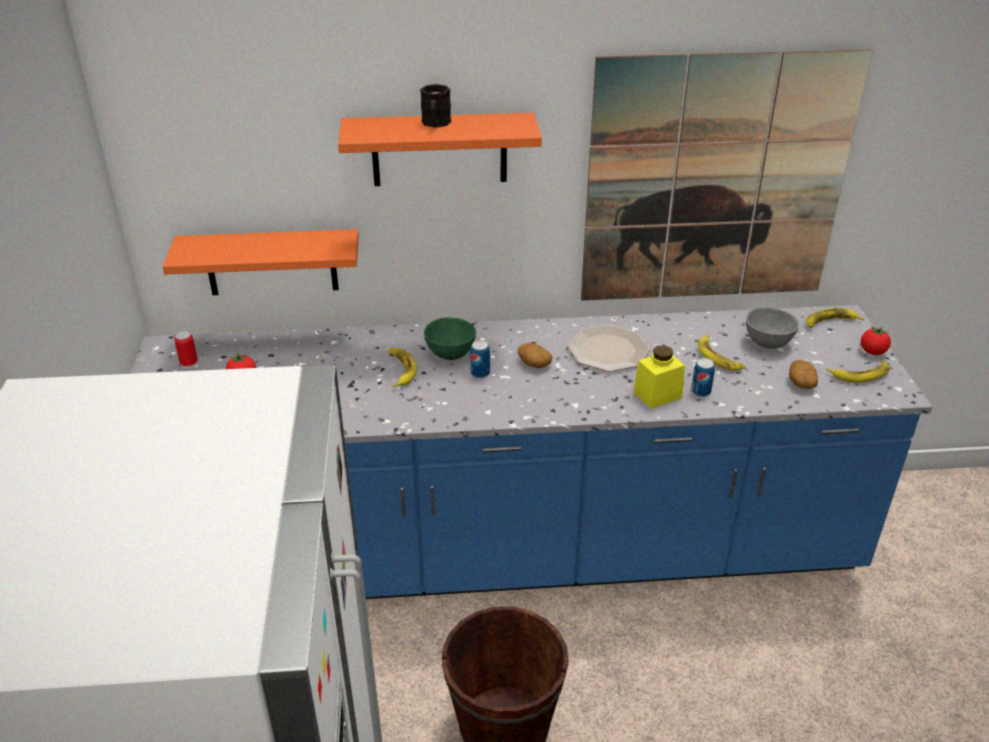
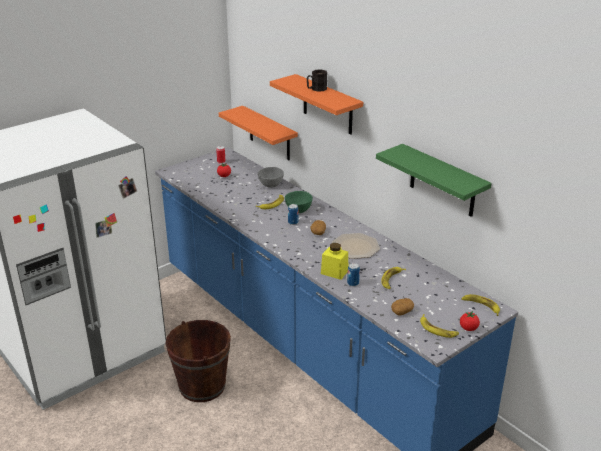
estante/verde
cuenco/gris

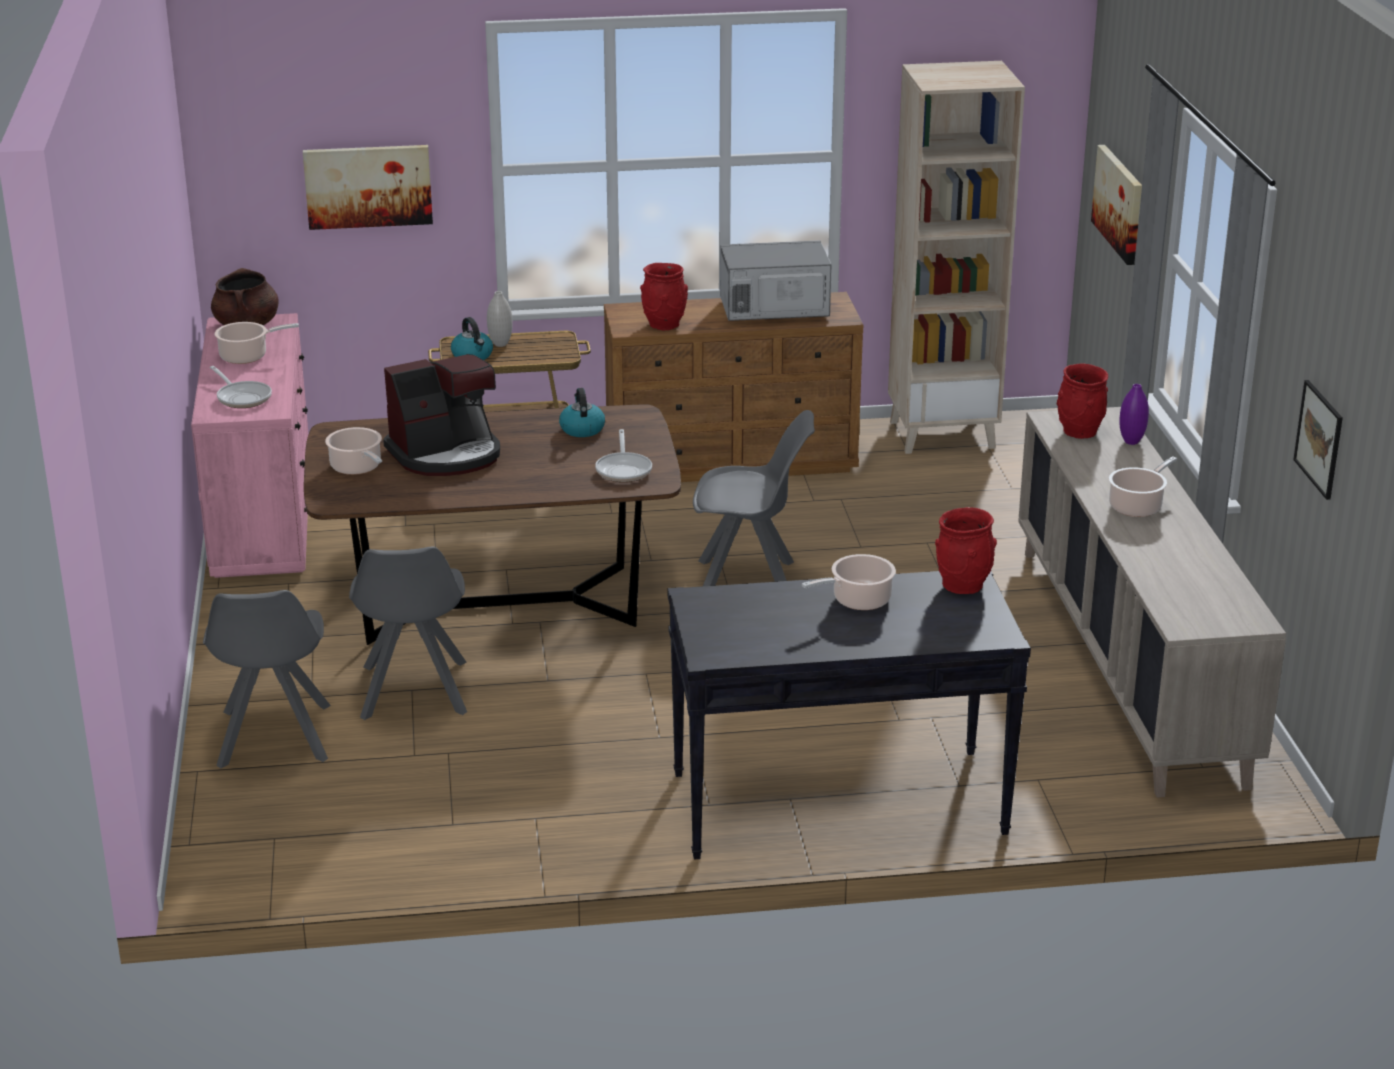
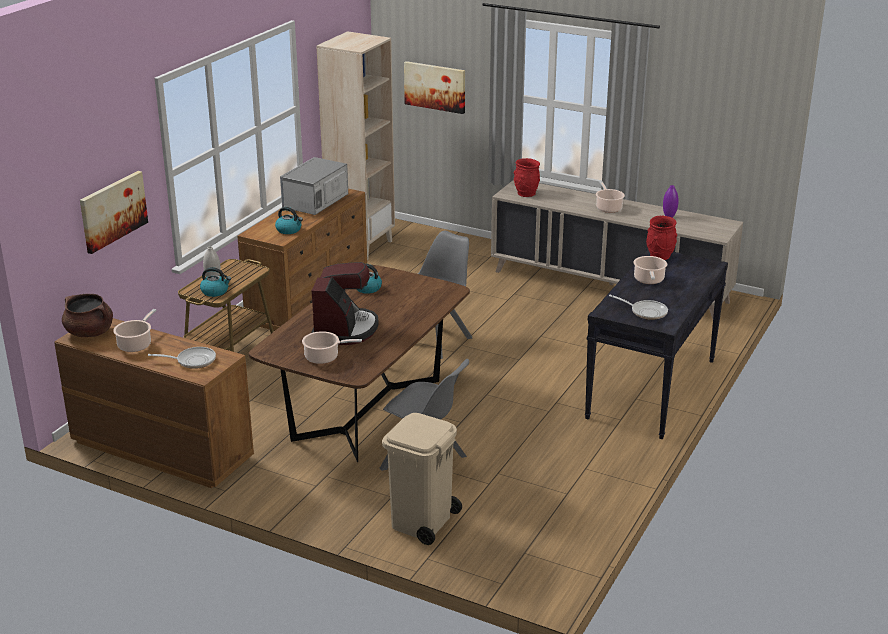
cómoda/marrón (1st from left)
papelera/beis
sartén (2nd from left)
hervidor (2nd from left)
florero/morado
cuadro (3rd from left in the first image)

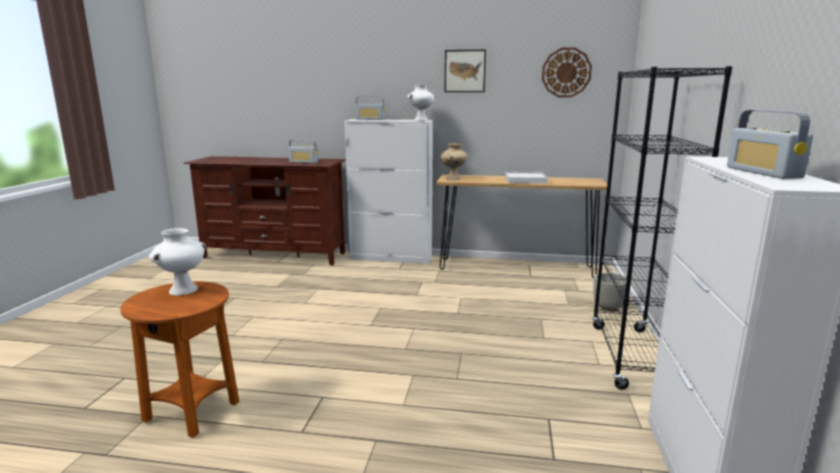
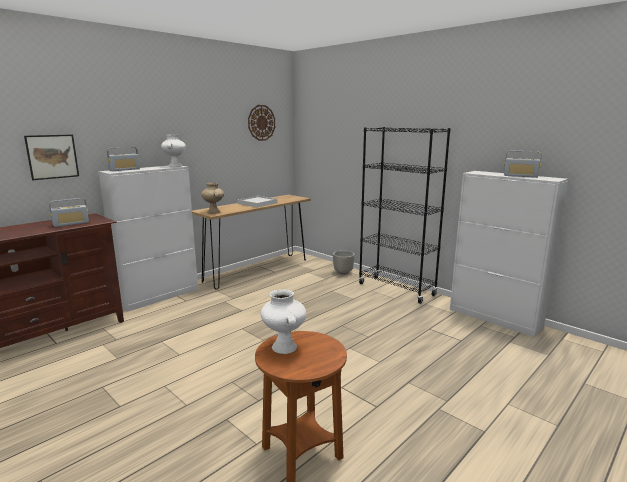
cuadro

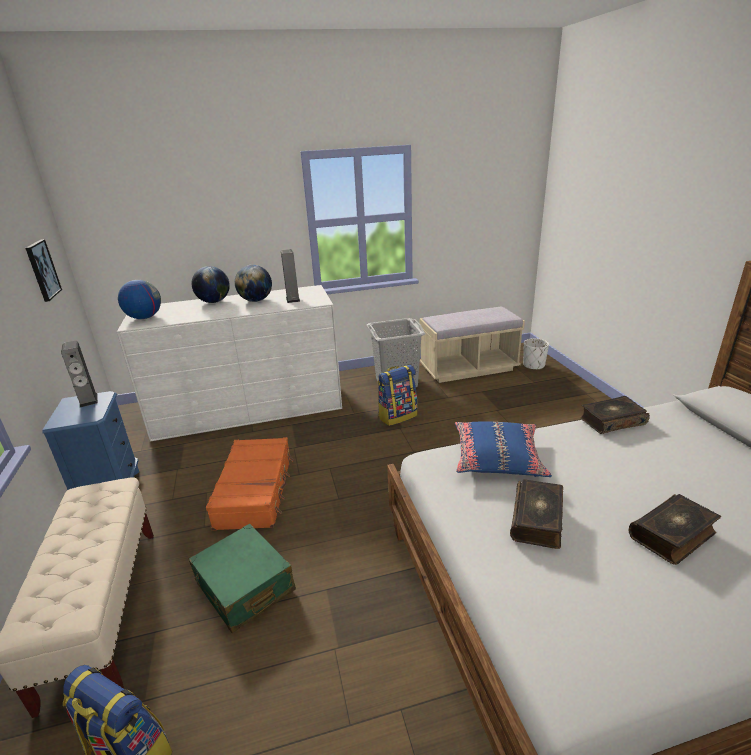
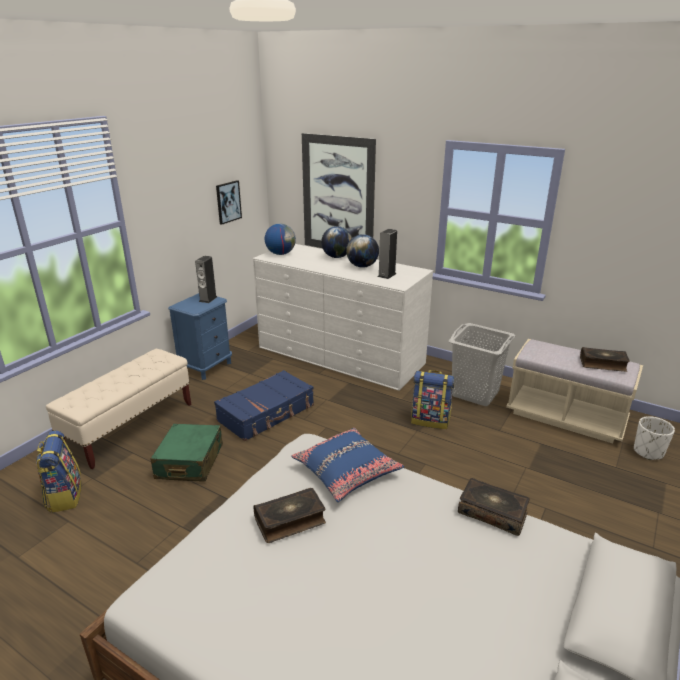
maleta/azul
libro (3rd from left)
cuadro (2nd from left)

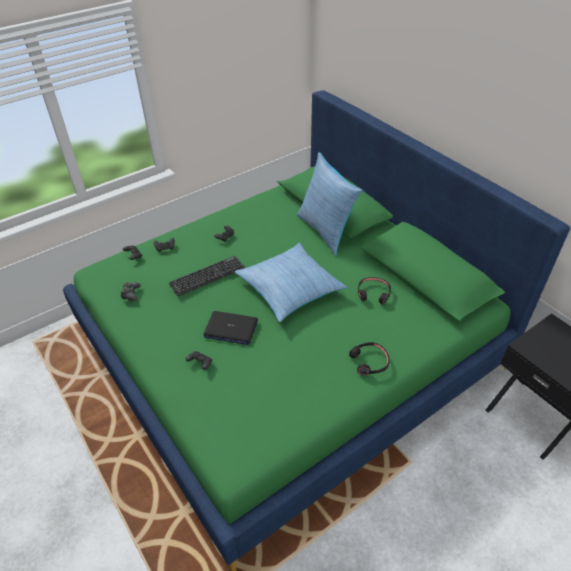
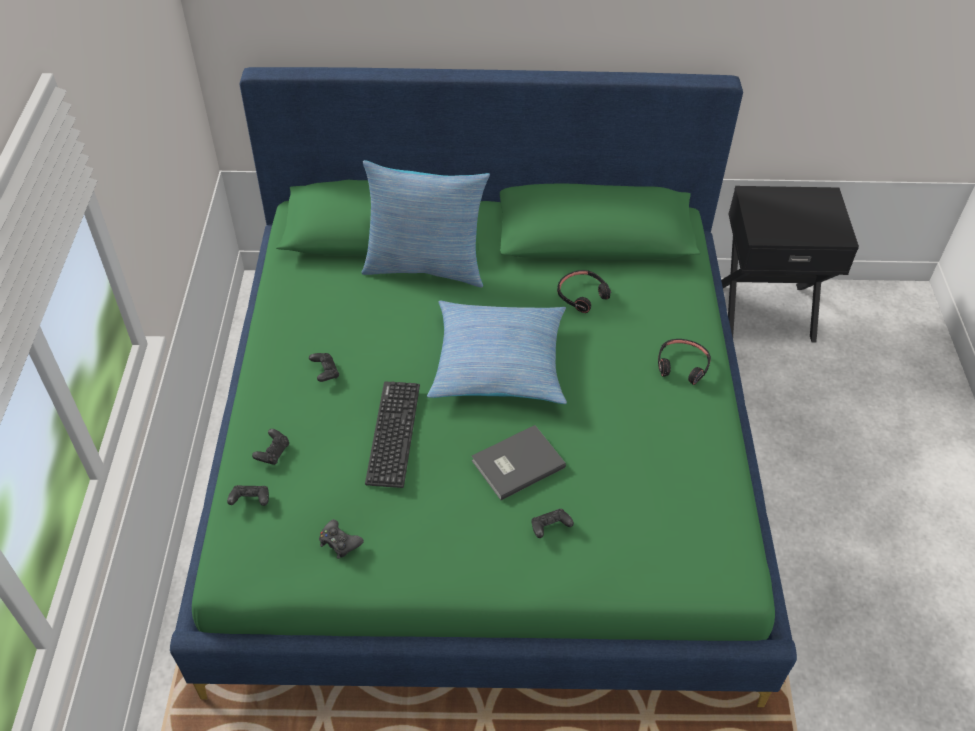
libro/gris

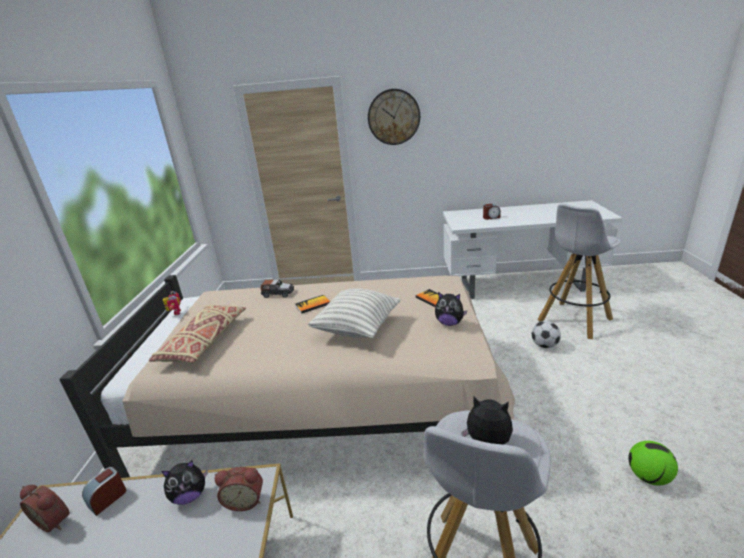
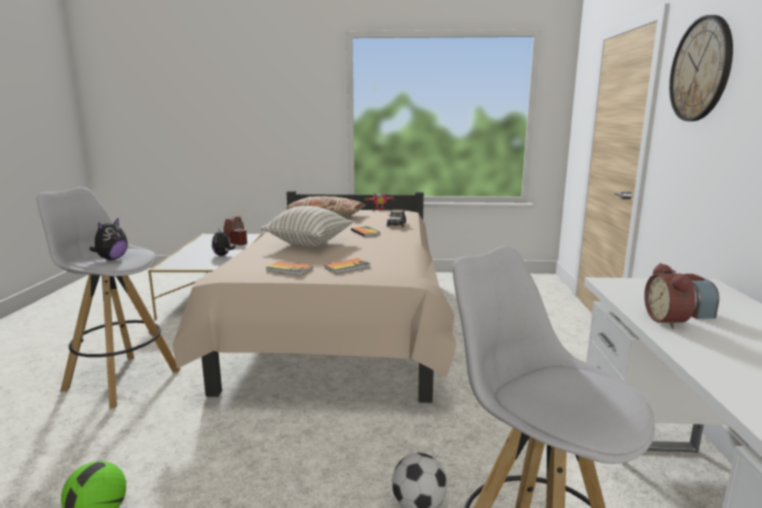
despertador (3rd from left)
libro (1st from left)

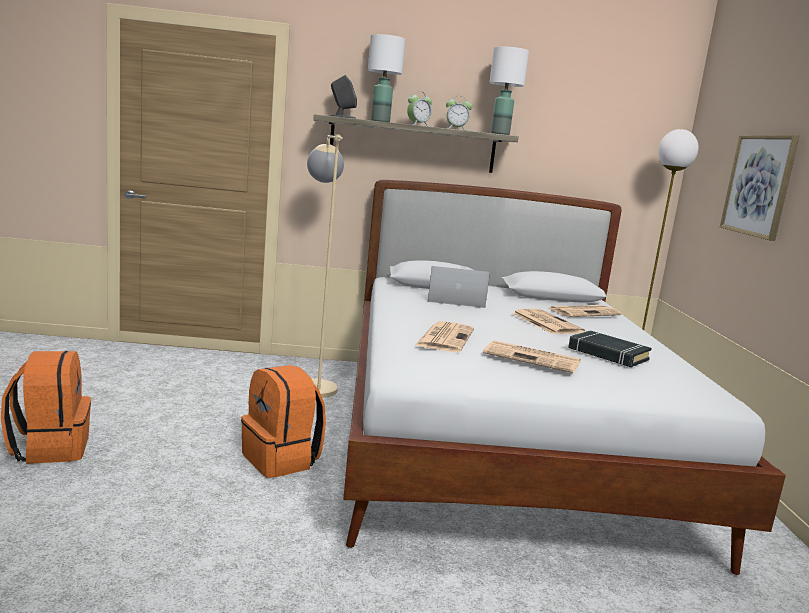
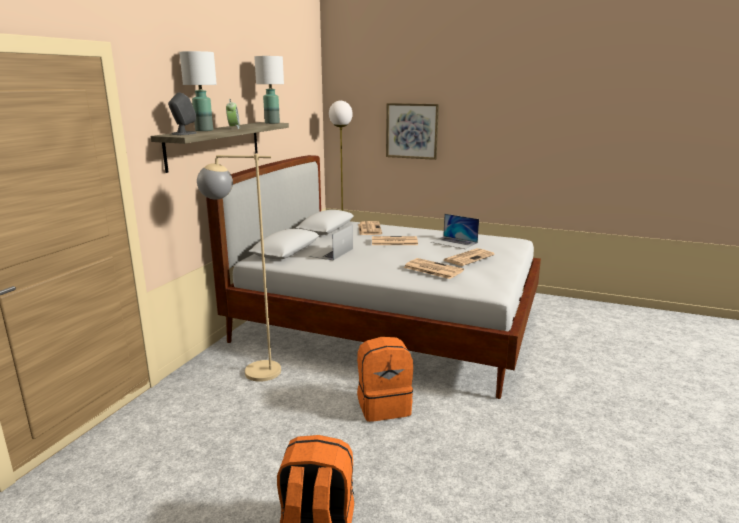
despertador (2nd from left in the first image)
portátil (2nd from left)

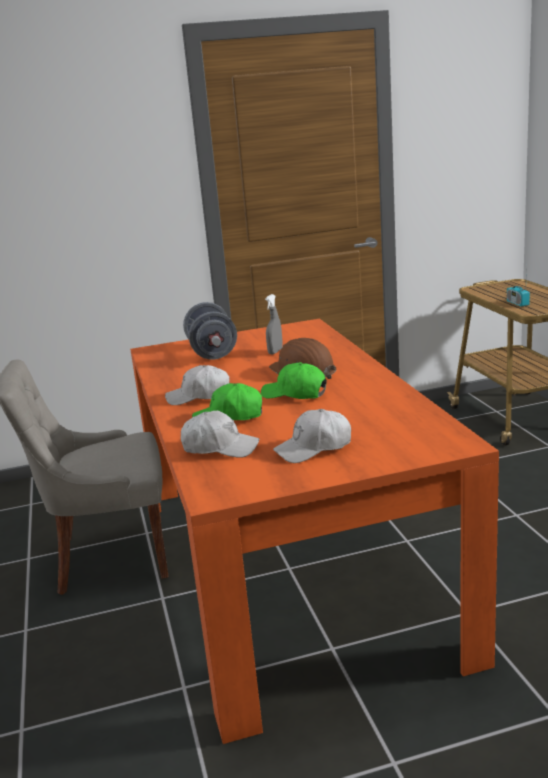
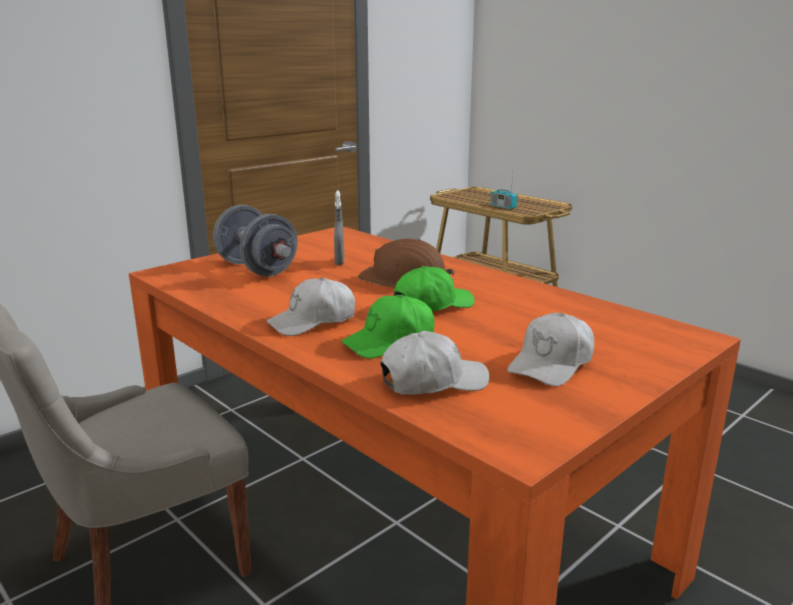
gorra/verde (2nd from left)

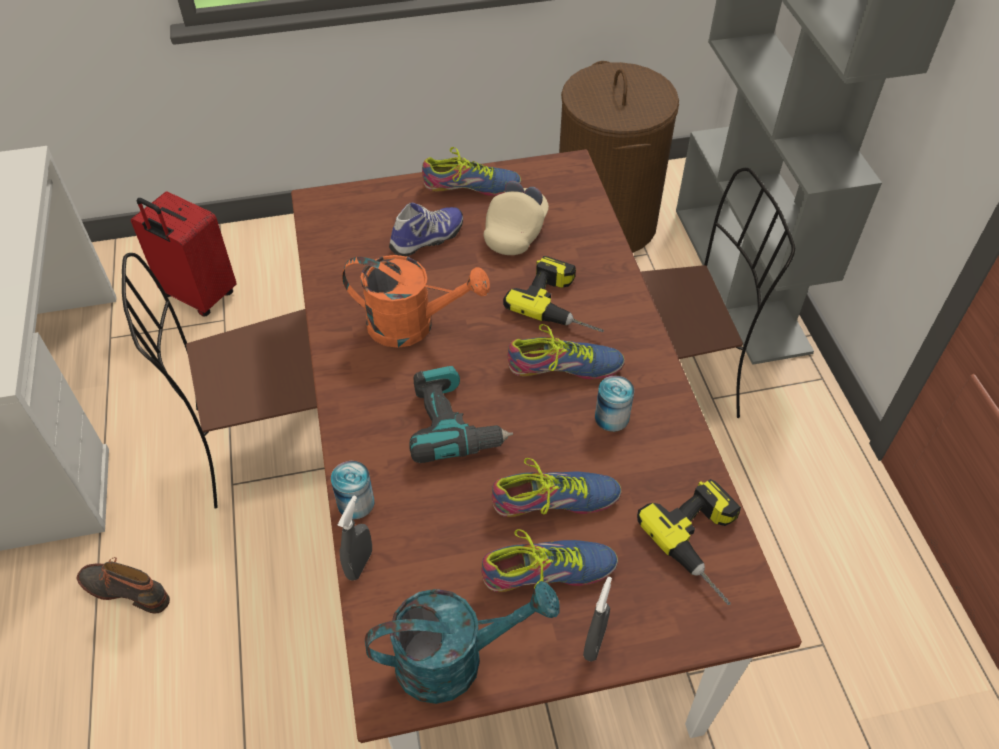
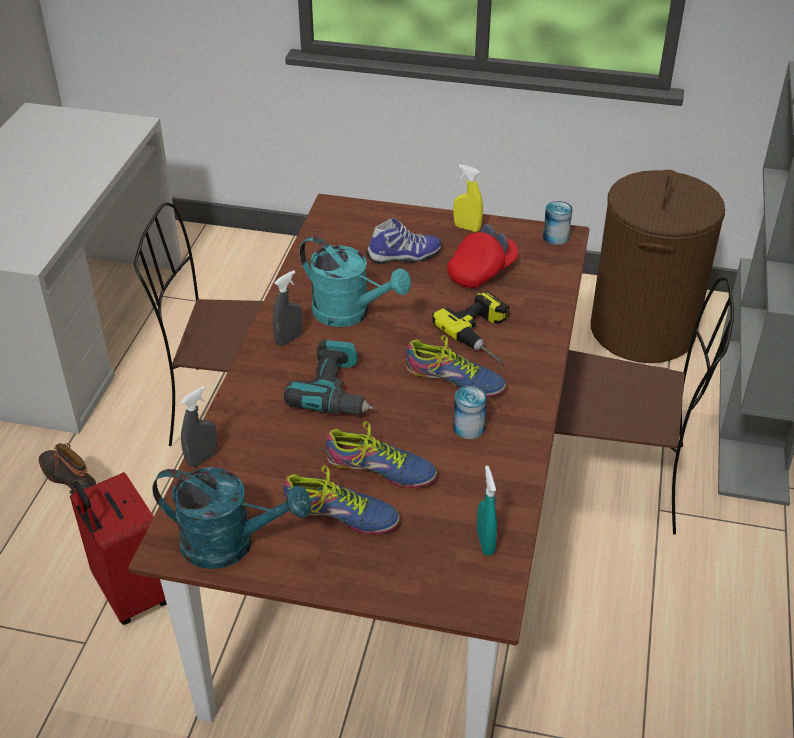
maleta/rojo
lata (2nd from left)
regadera/turquesa (2nd from left)
pulverizador/amarillo
gorra/rojo
pulverizador/gris (2nd from left)
pulverizador/turquesa

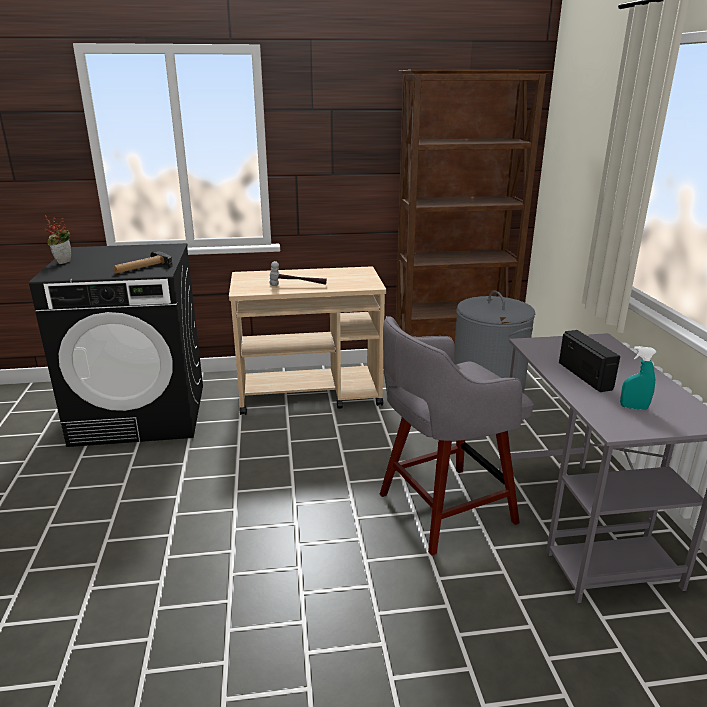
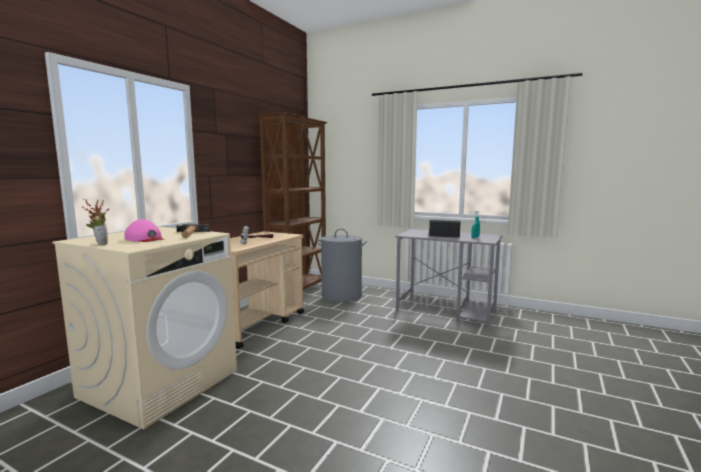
lavadora/beis
taburete/gris
gorra/rosa

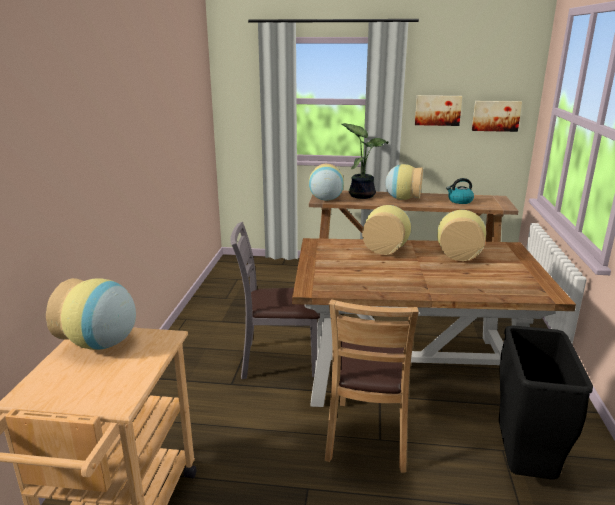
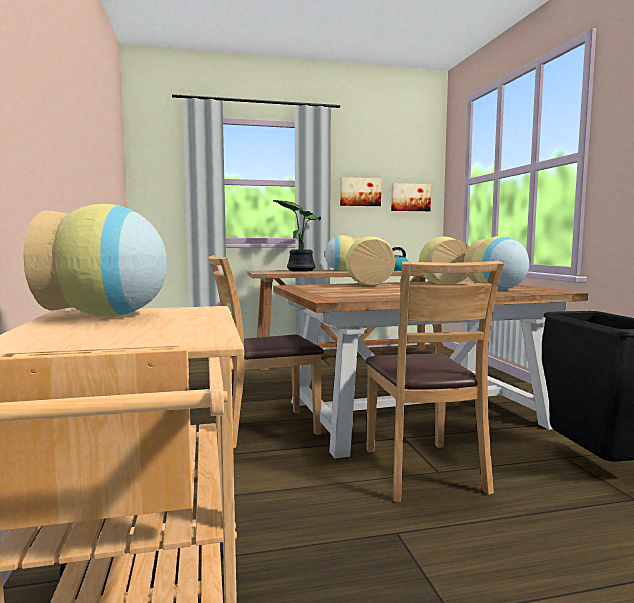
silla/marrón (1st from left)
florero (5th from left)

